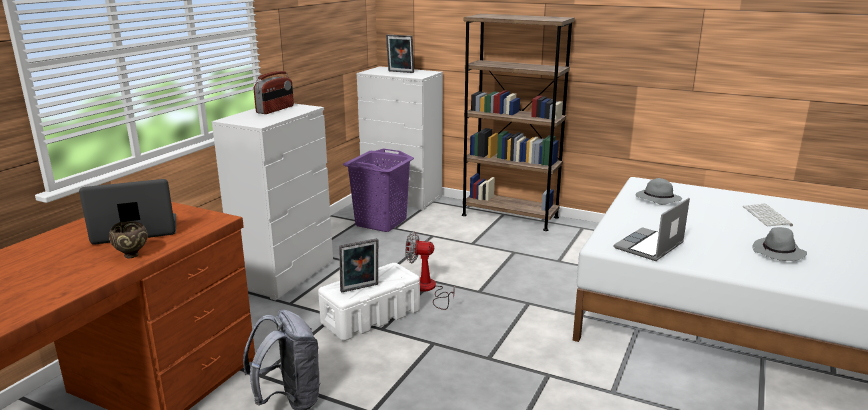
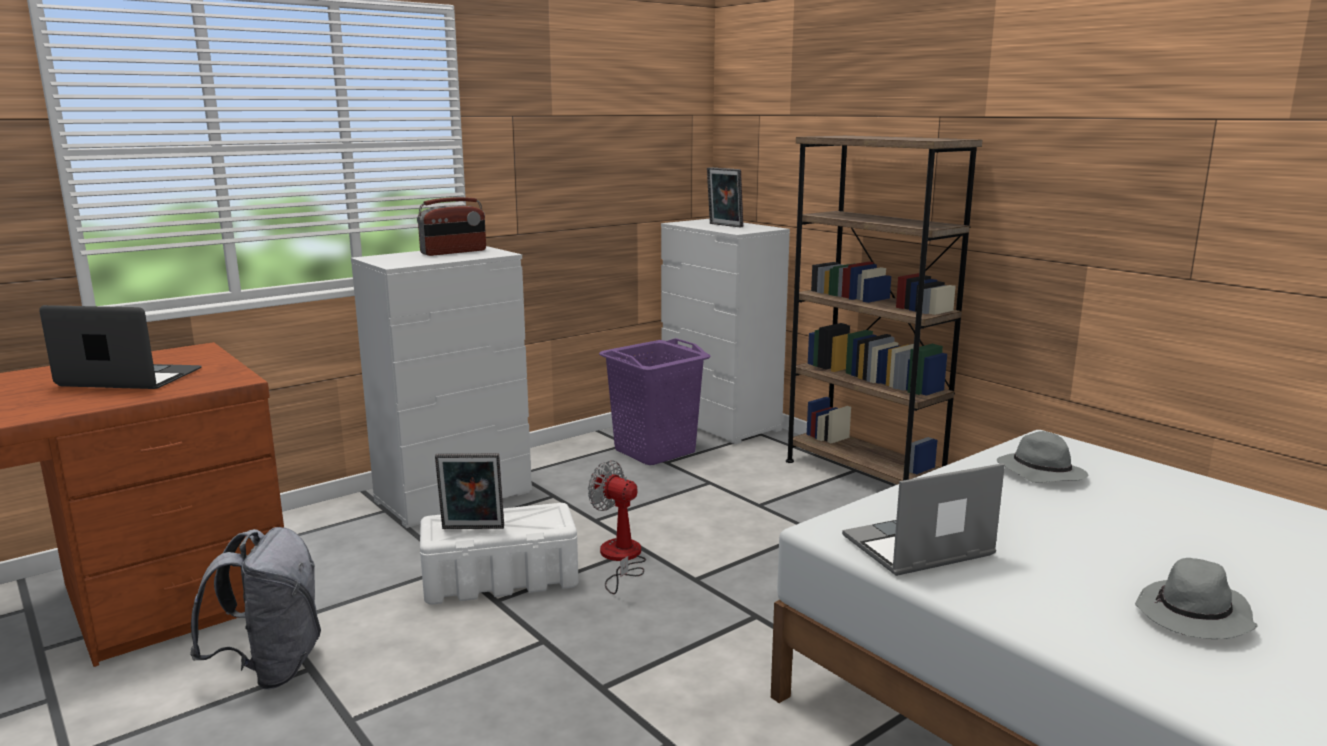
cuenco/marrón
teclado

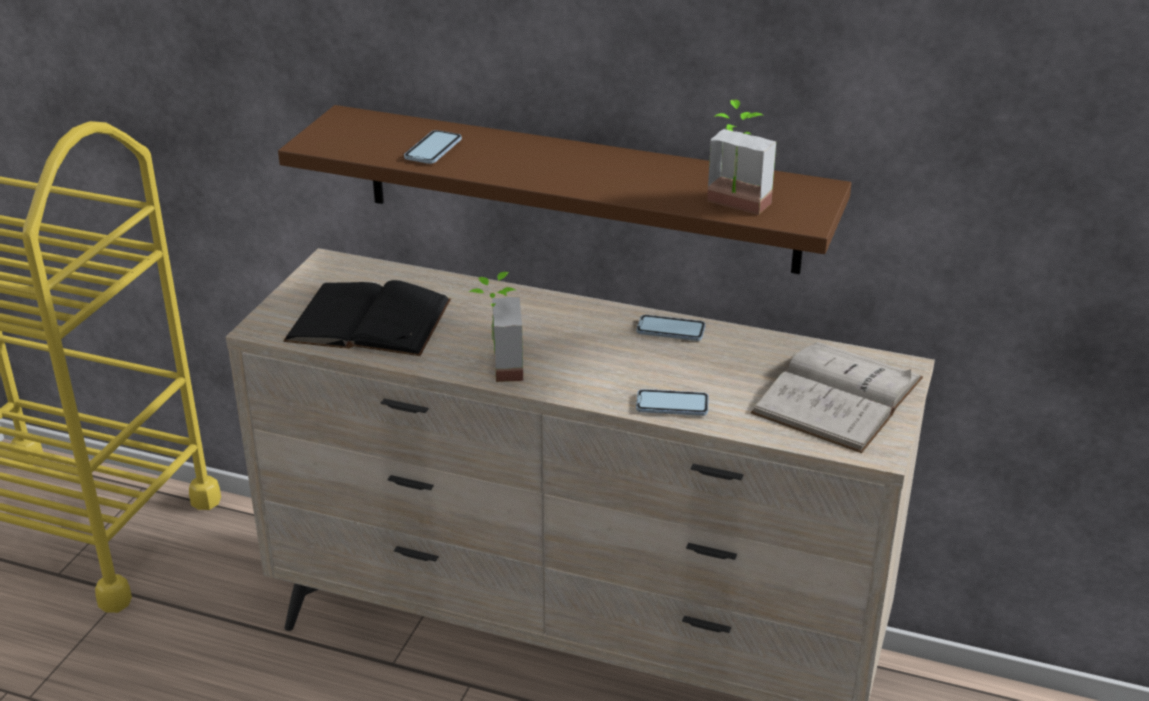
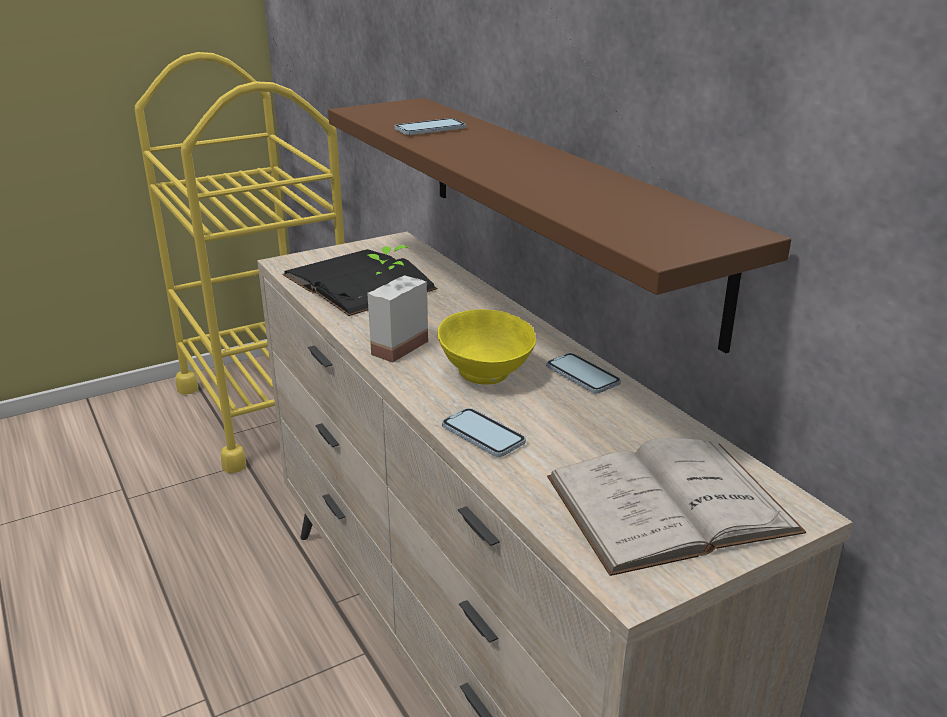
planta en maceta (2nd from left in the first image)
cuenco/amarillo

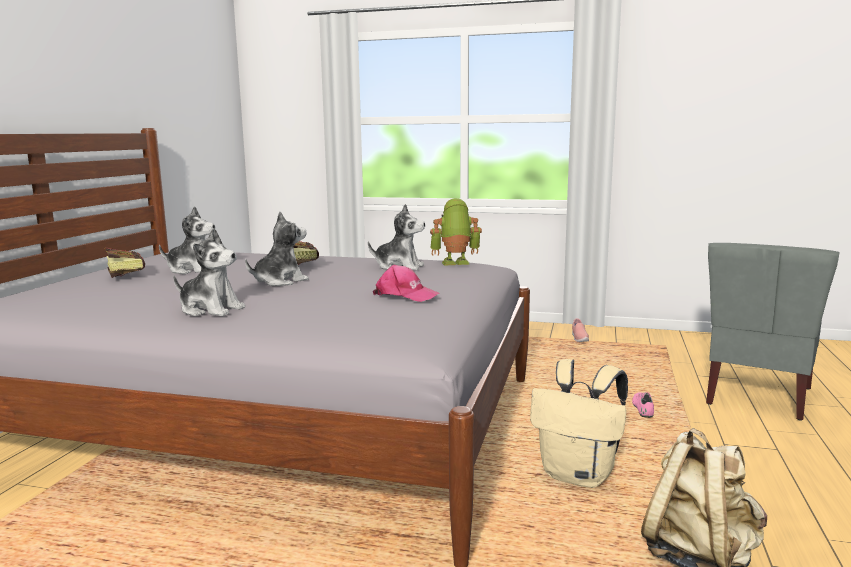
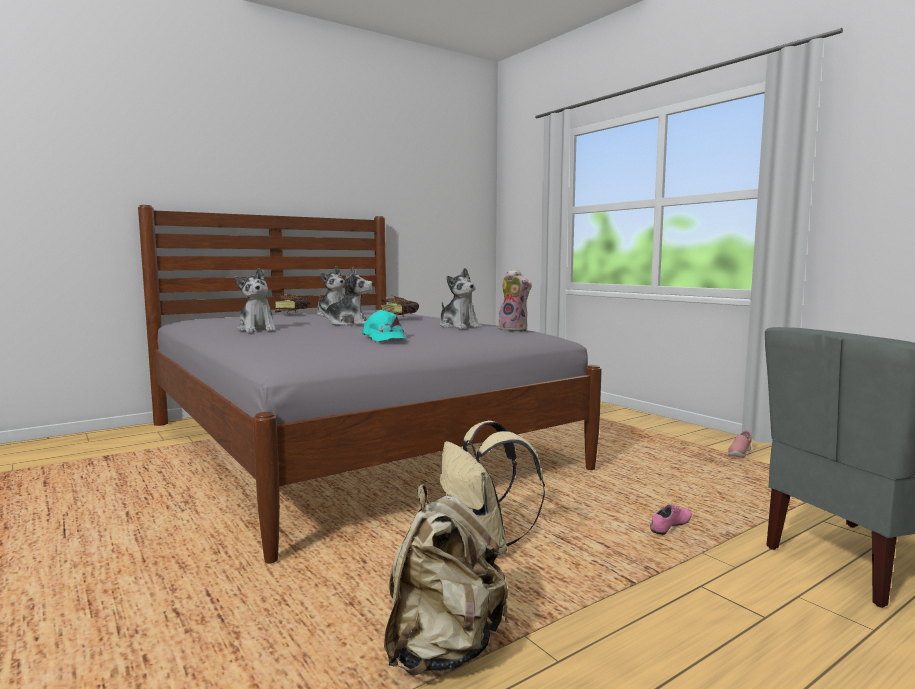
gorra/turquesa
peluche (5th from left)

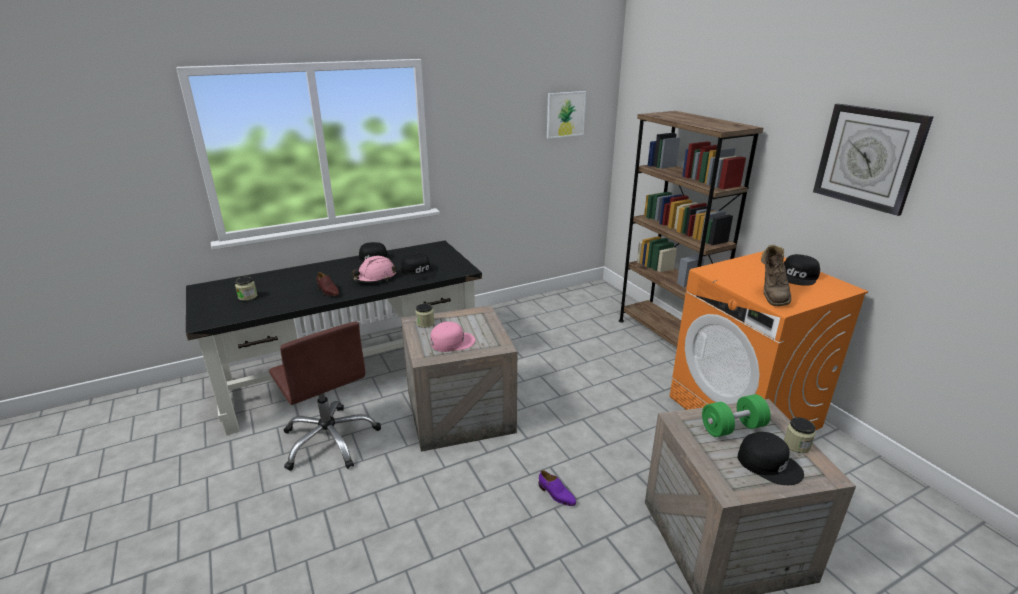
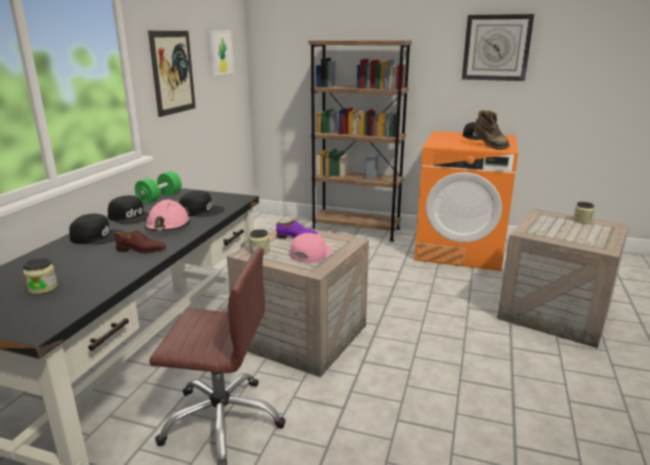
zapato/morado
mancuerna/verde
gorra/negro (1st from left)
cuadro (1st from left)

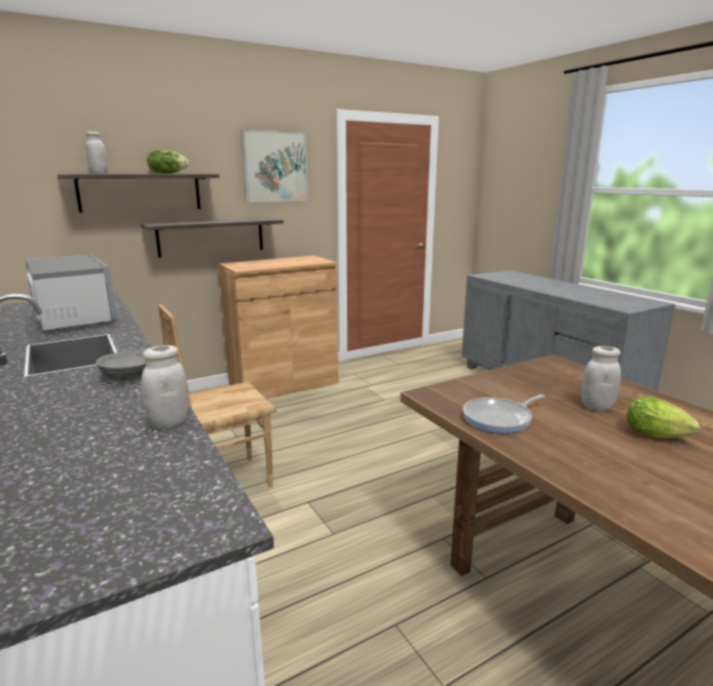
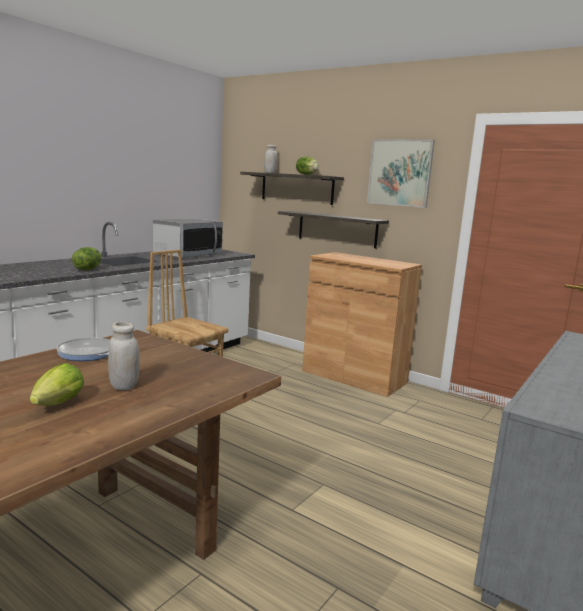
lechuga (2nd from left)
tarro/blanco (2nd from left in the first image)

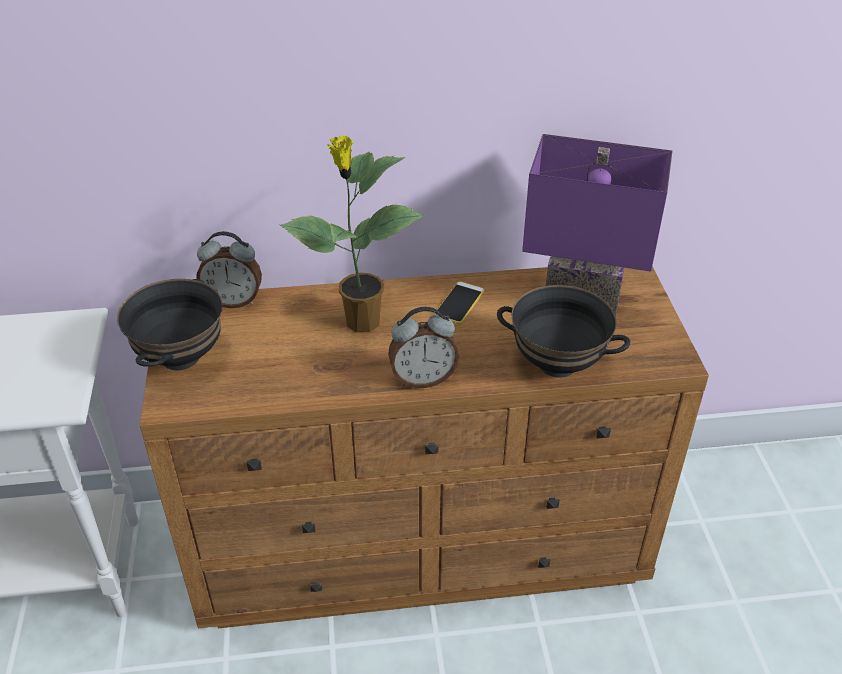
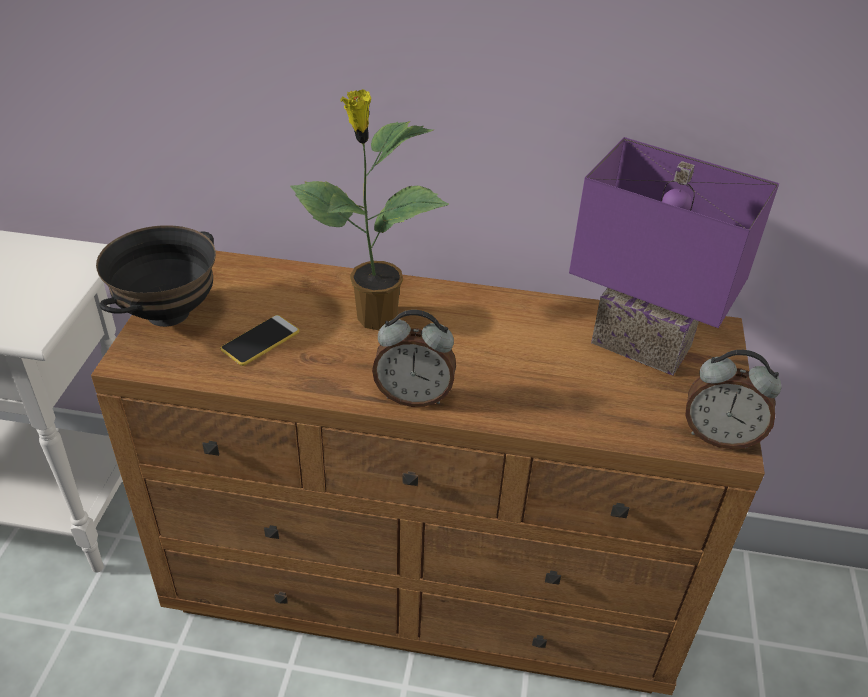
despertador (2nd from left)
móvil
cuenco/negro (2nd from left in the first image)

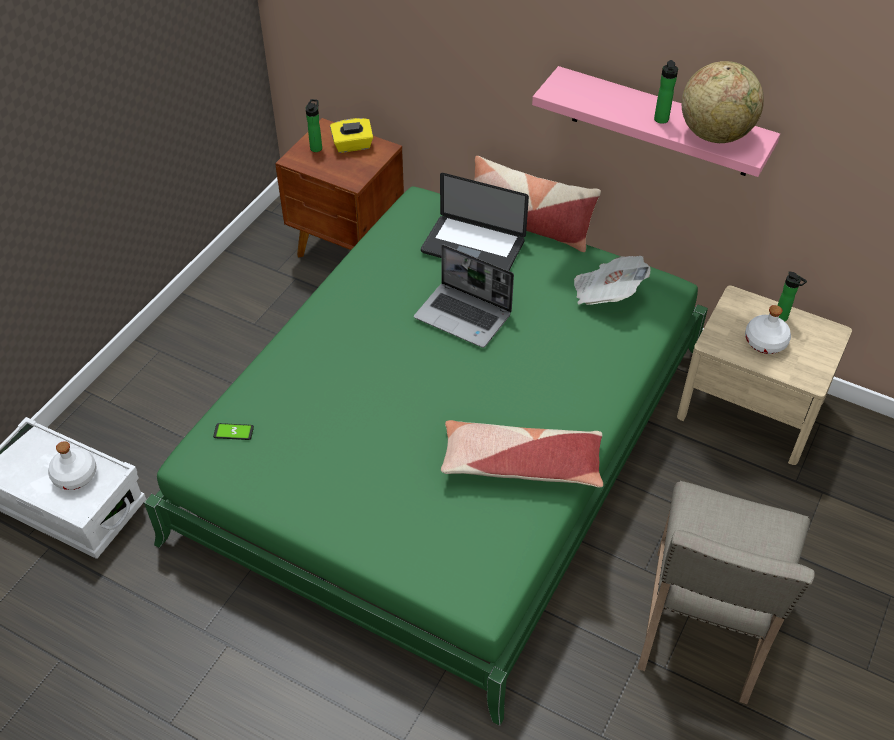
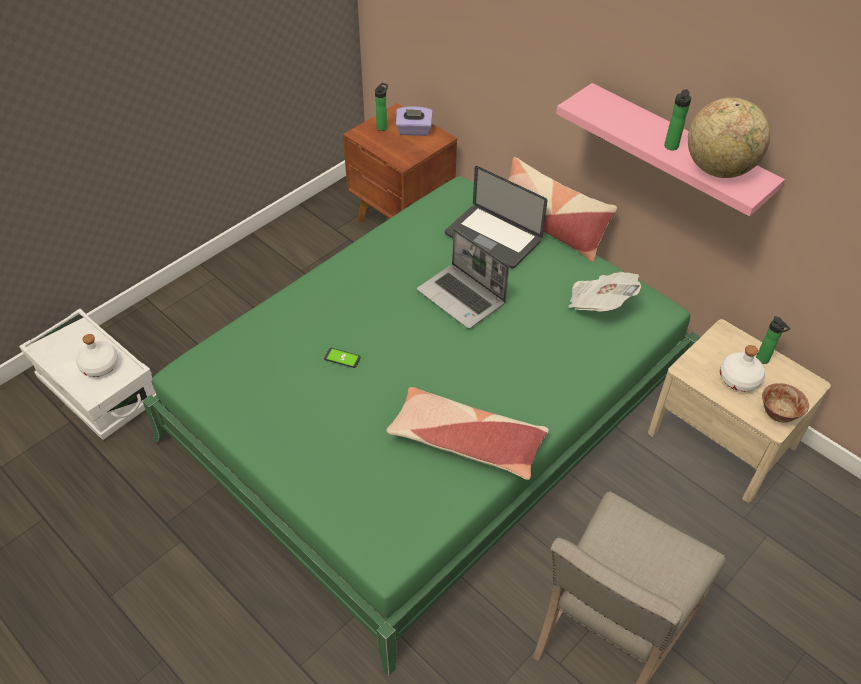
móvil
caja de pañuelos/morado
cuenco

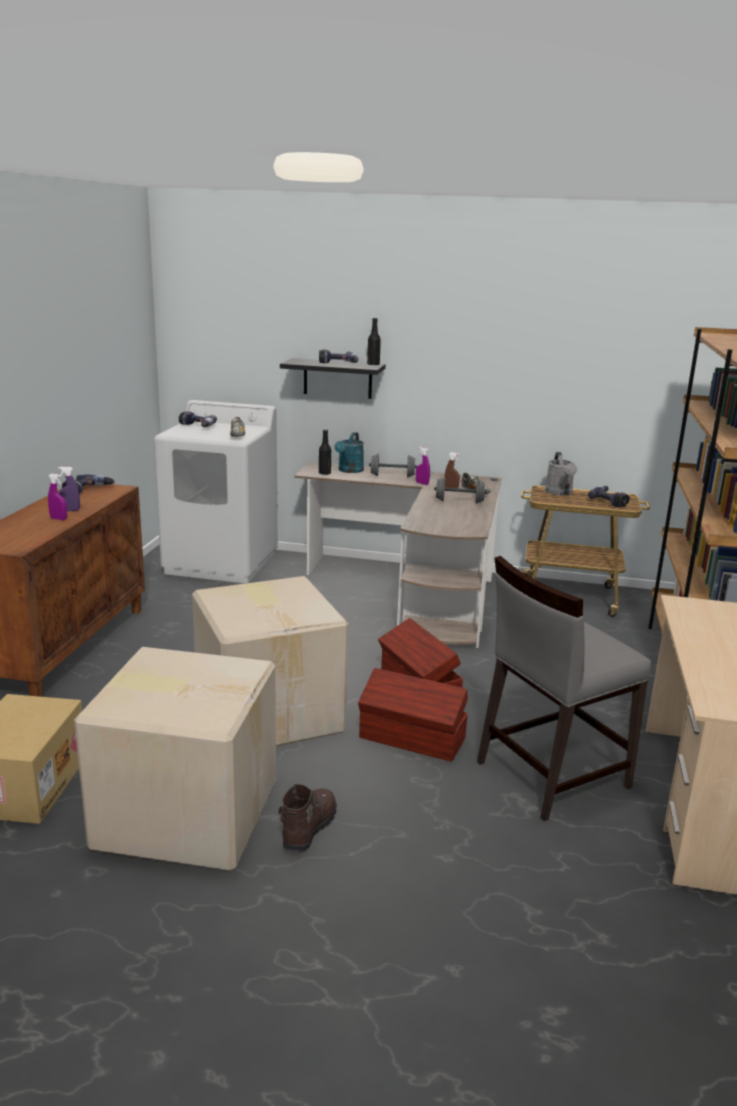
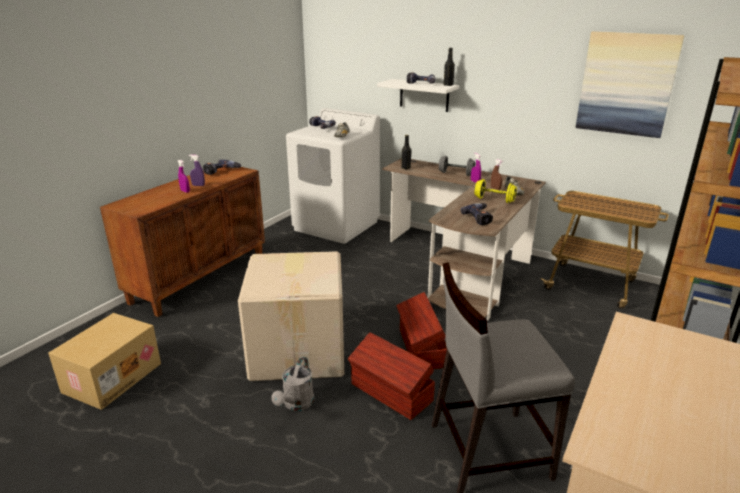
caja de cartón (2nd from left in the first image)
bota/marrón
estante/blanco
regadera/turquesa
mancuerna/amarillo
regadera/gris
taladro (4th from left)
cuadro

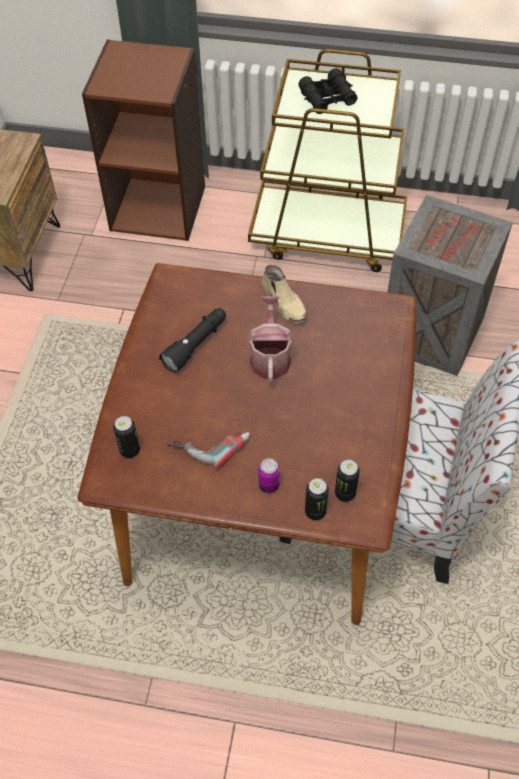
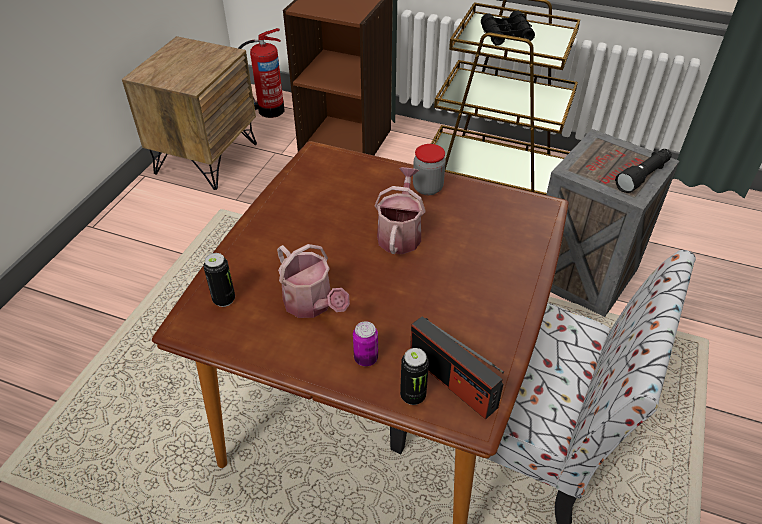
linterna/negro
regadera (1st from left)
tarro
radio
extintor

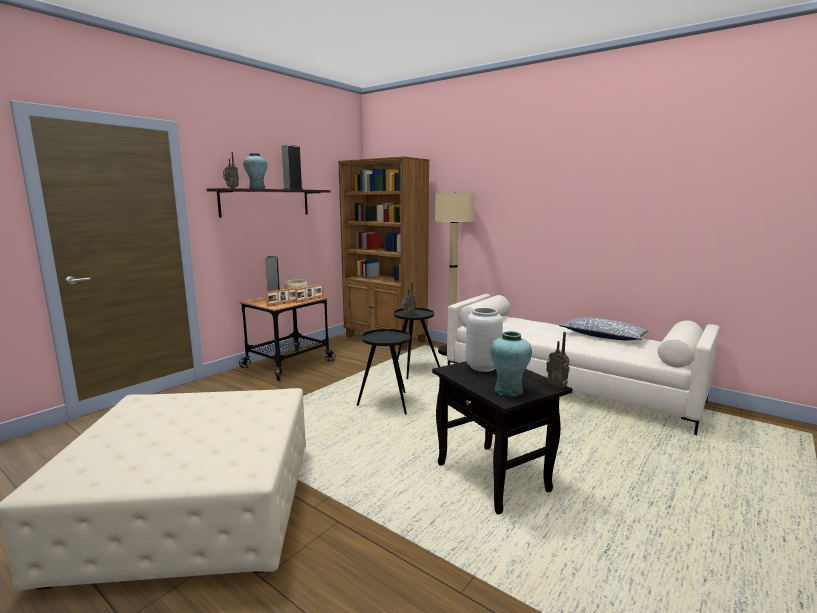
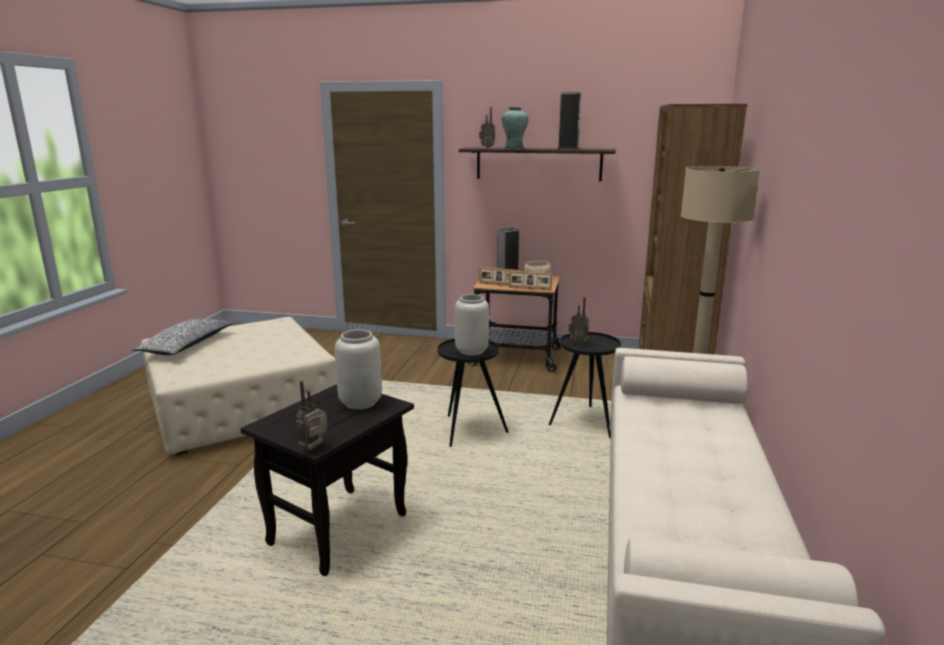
florero/turquesa (2nd from left in the first image)
cojín
florero/gris (2nd from left)

